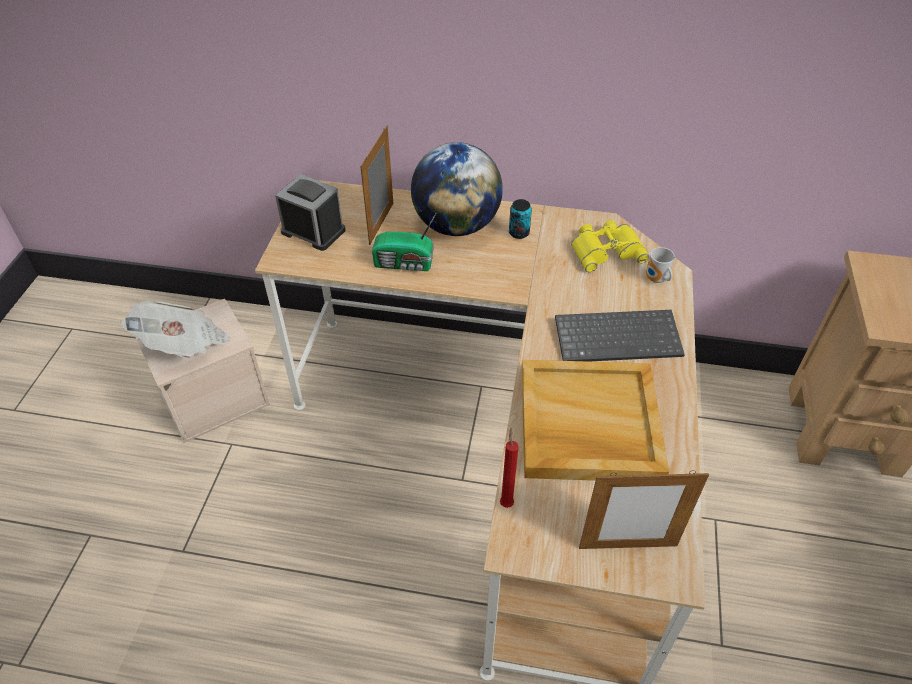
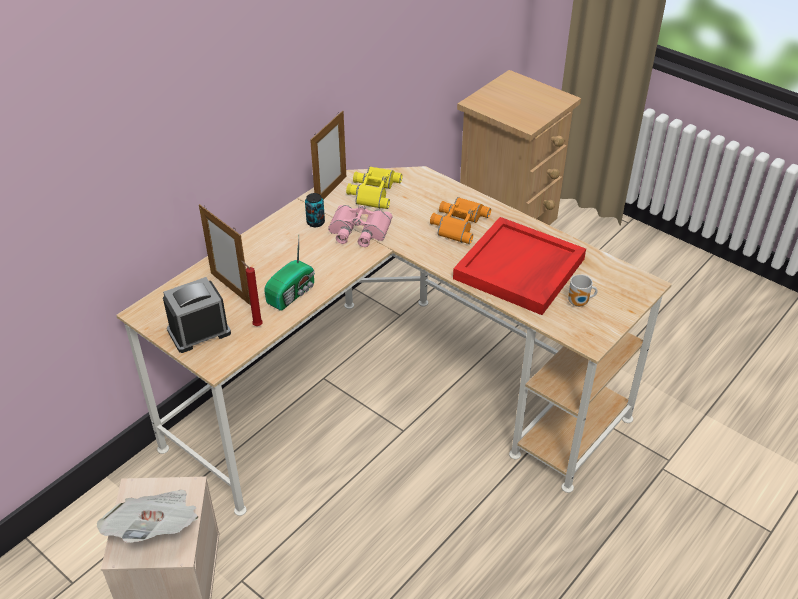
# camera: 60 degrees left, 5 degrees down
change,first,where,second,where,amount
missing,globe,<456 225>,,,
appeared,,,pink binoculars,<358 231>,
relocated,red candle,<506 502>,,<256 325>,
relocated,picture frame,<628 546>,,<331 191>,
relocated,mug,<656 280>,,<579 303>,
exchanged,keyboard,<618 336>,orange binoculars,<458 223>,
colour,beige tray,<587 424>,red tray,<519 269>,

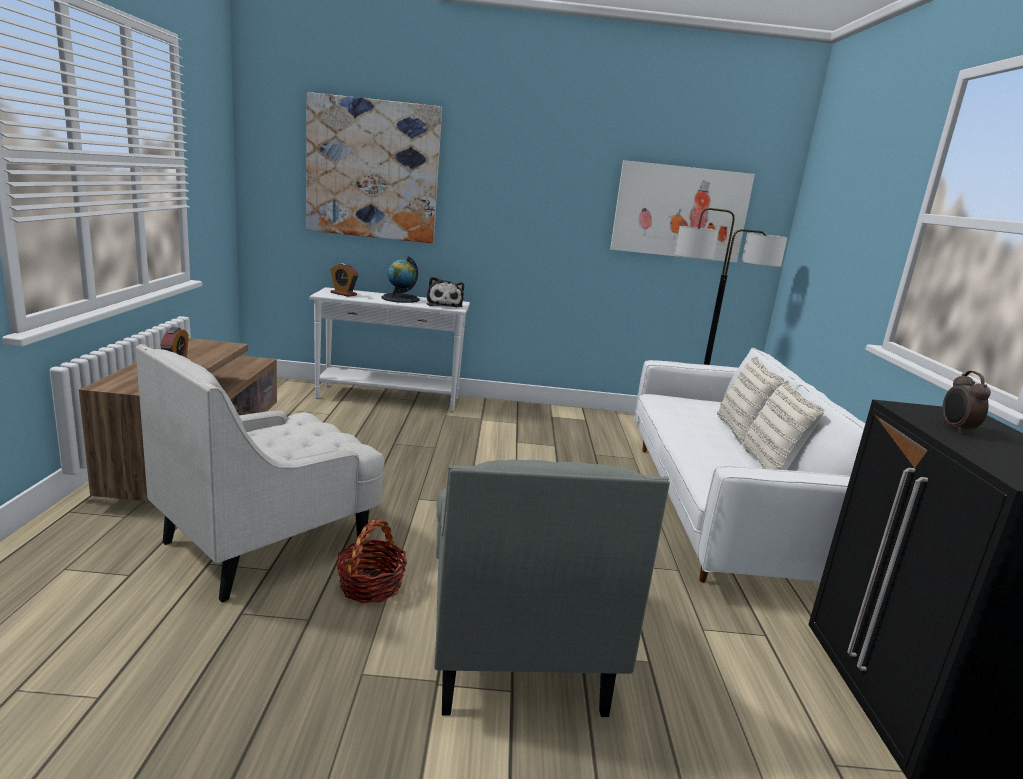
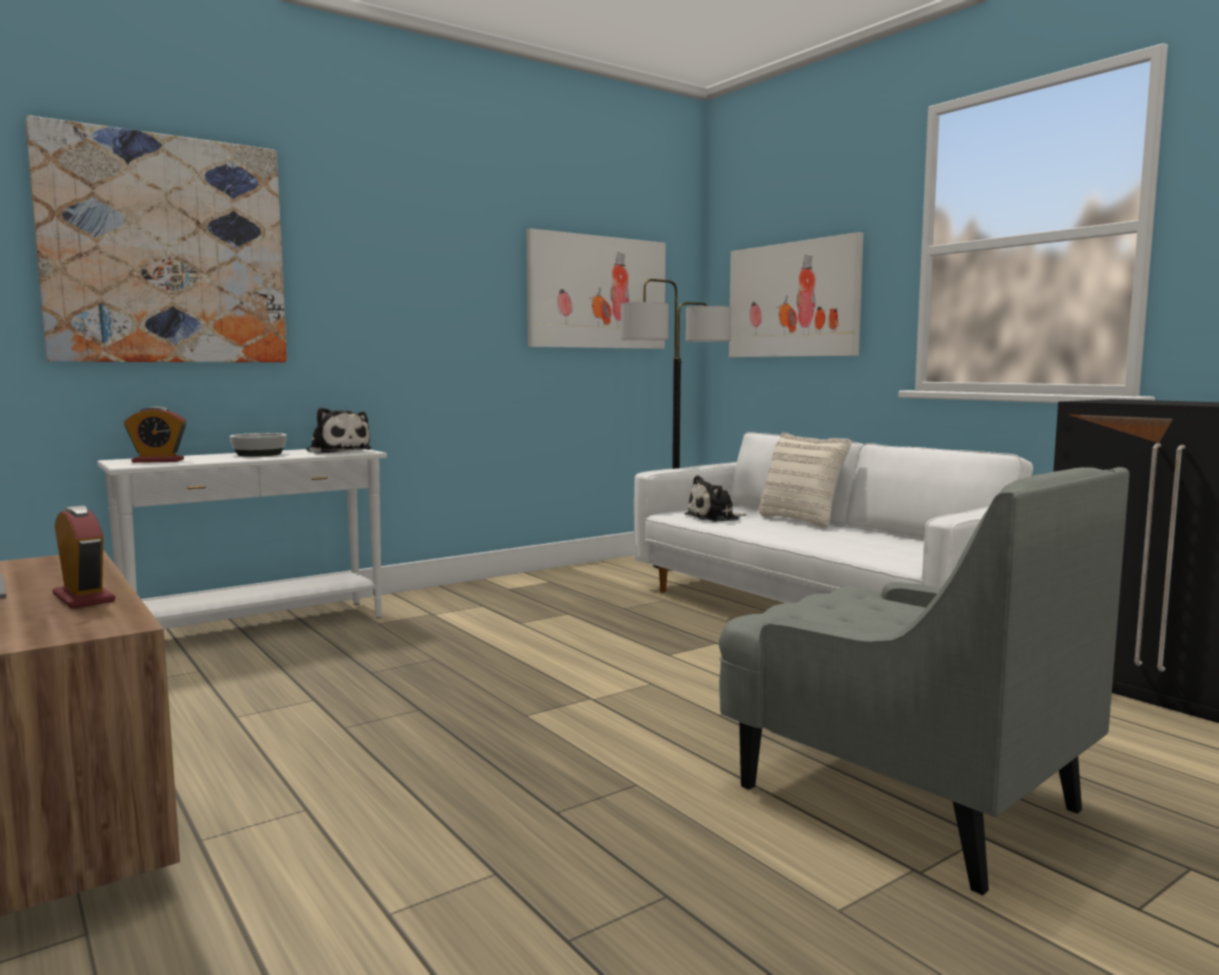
# camera: 35 degrees left, 10 degrees down
change,first,where,second,where,amount
missing,white armchair,<269 542>,,,
missing,basket,<371 586>,,,
missing,beige pillow,<771 467>,,,
missing,alarm clock,<956 429>,,,
appeared,,,plush toy,<715 518>,
appeared,,,picture,<793 300>,
exchanged,globe,<400 298>,bowl,<259 454>,

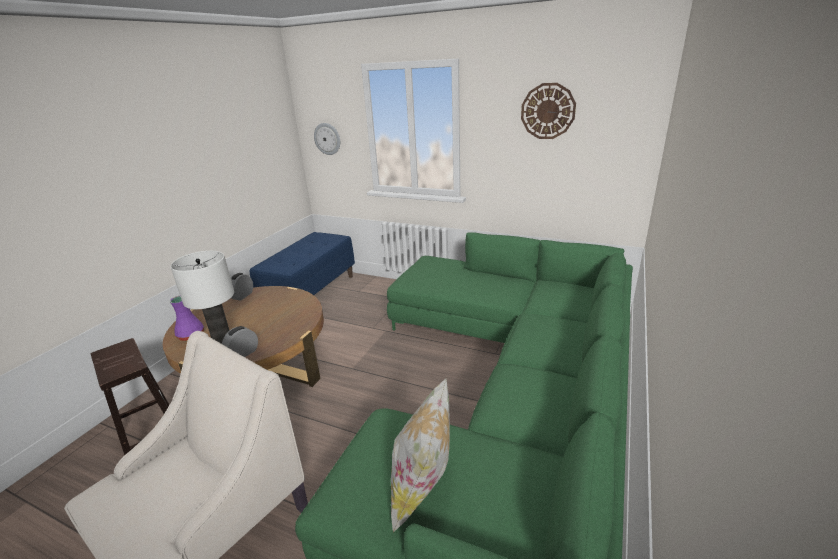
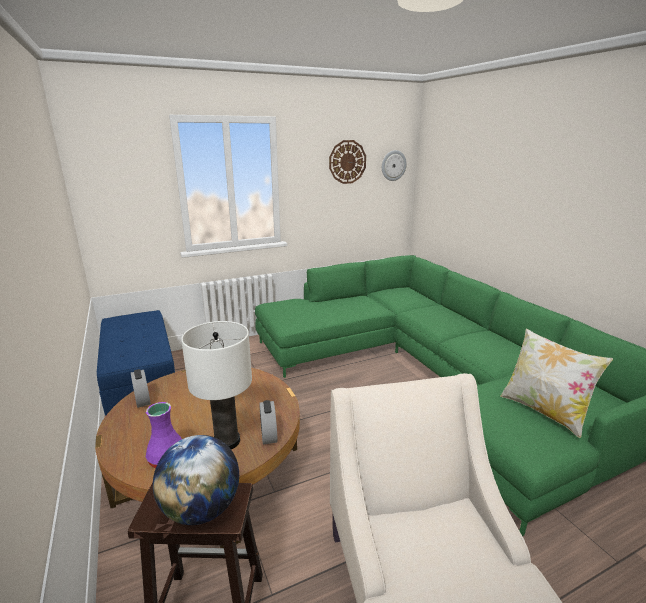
# camera: 50 degrees left, 5 degrees down
change,first,where,second,where,amount
appeared,,,globe,<201 509>,
relocated,wall clock,<327 139>,,<393 165>,

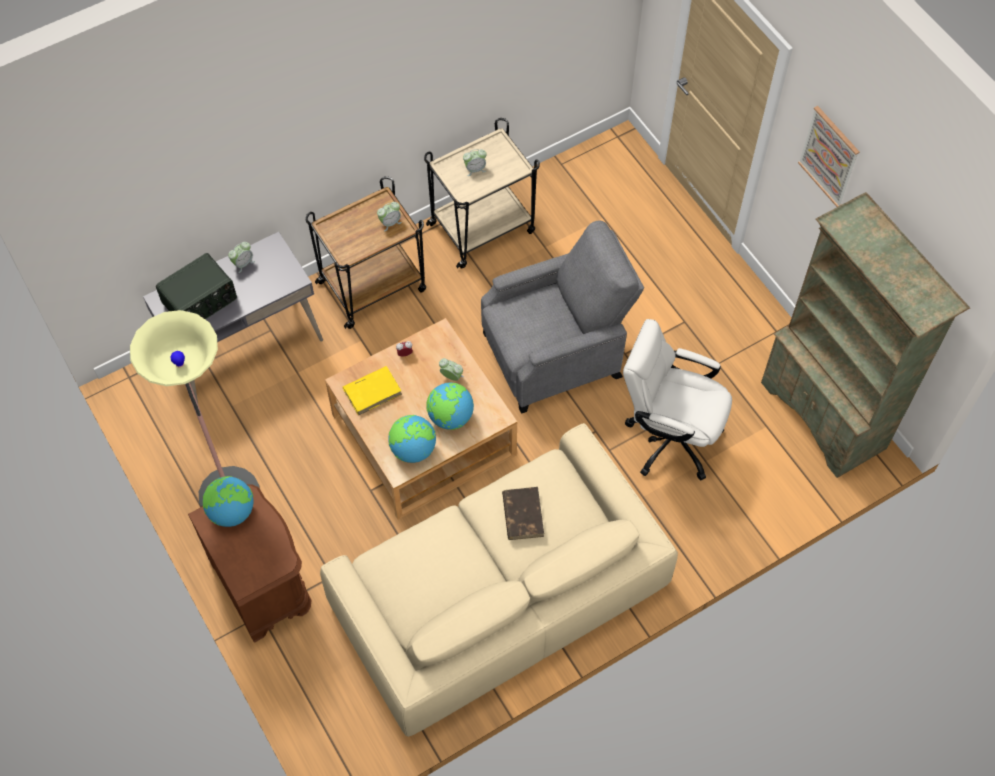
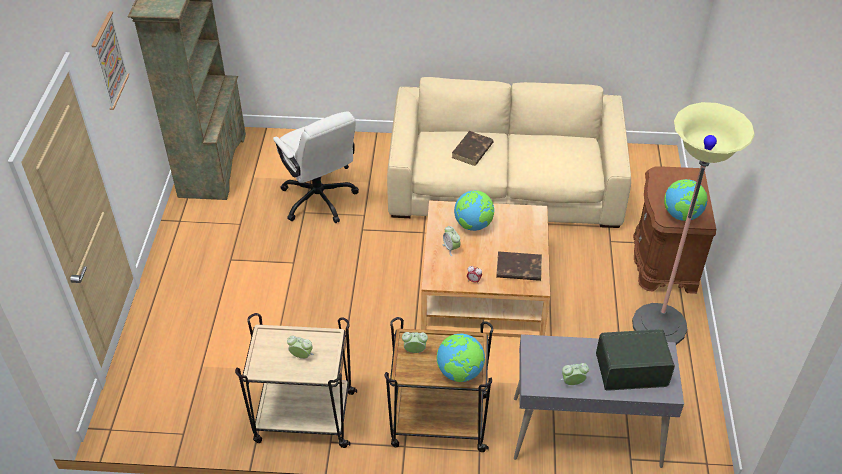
# camera: 145 degrees left, 15 degrees down
change,first,where,second,where,amount
missing,grey armchair,<557 353>,,,
relocated,globe,<413 449>,,<460 372>,
colour,yellow book,<372 391>,brown book,<518 268>,

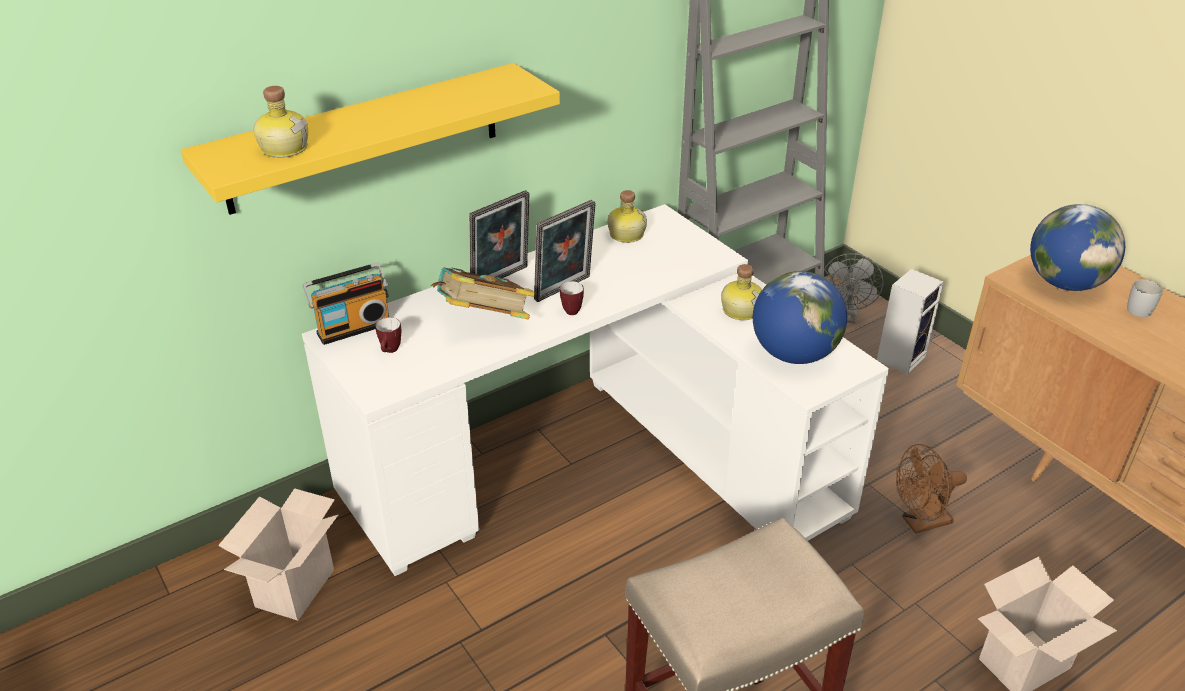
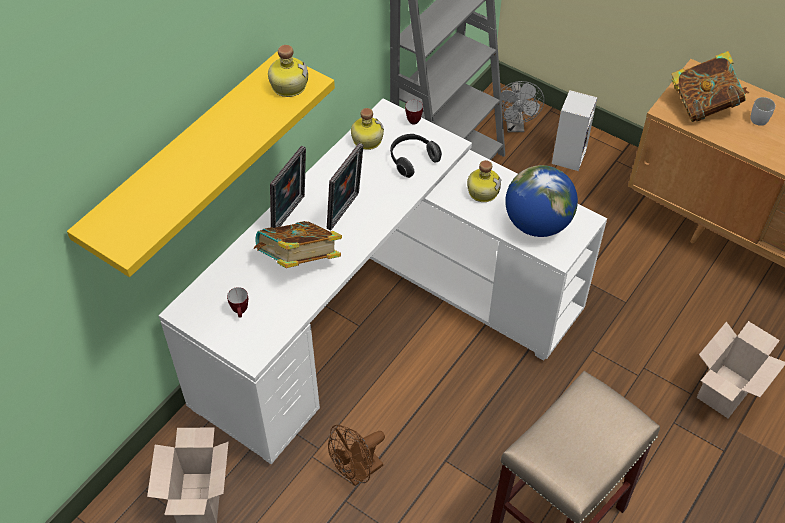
# camera: 20 degrees left, 15 degrees up
change,first,where,second,where,amount
missing,radio,<353 327>,,,
appeared,,,headphones,<412 160>,
relocated,bottle,<284 147>,,<288 85>,
relocated,mug,<572 310>,,<412 119>,
relocated,brown fan,<920 523>,,<358 473>,
exchanged,globe,<1065 283>,book,<703 105>,

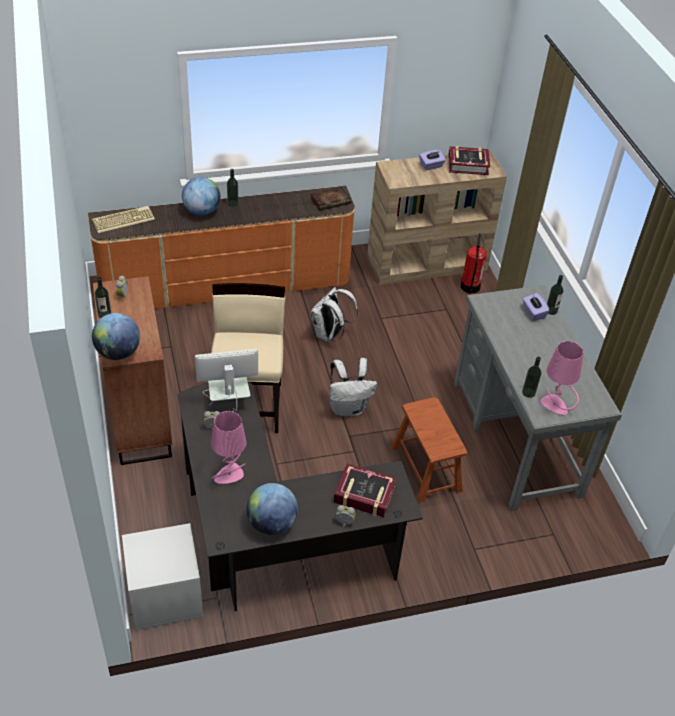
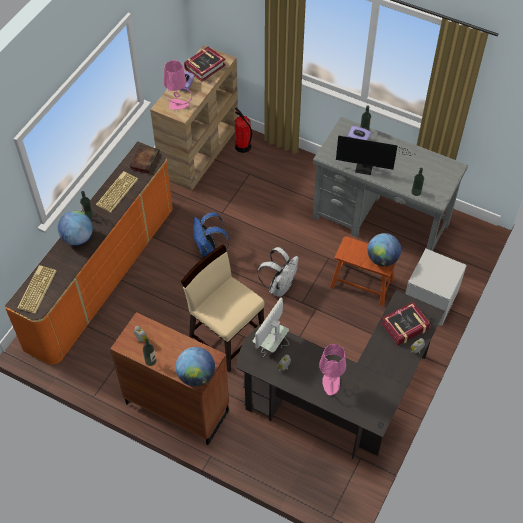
# camera: 45 degrees left, 10 degrees up
change,first,where,second,where,amount
appeared,,,keyboard,<116 191>,
appeared,,,monitor,<367 169>,
relocated,white nightstand,<165 598>,,<430 301>,
relocated,globe,<272 523>,,<382 259>,
relocated,pink table lamp,<555 405>,,<178 105>,
colour,white backpack,<330 335>,blue backpack,<209 250>,

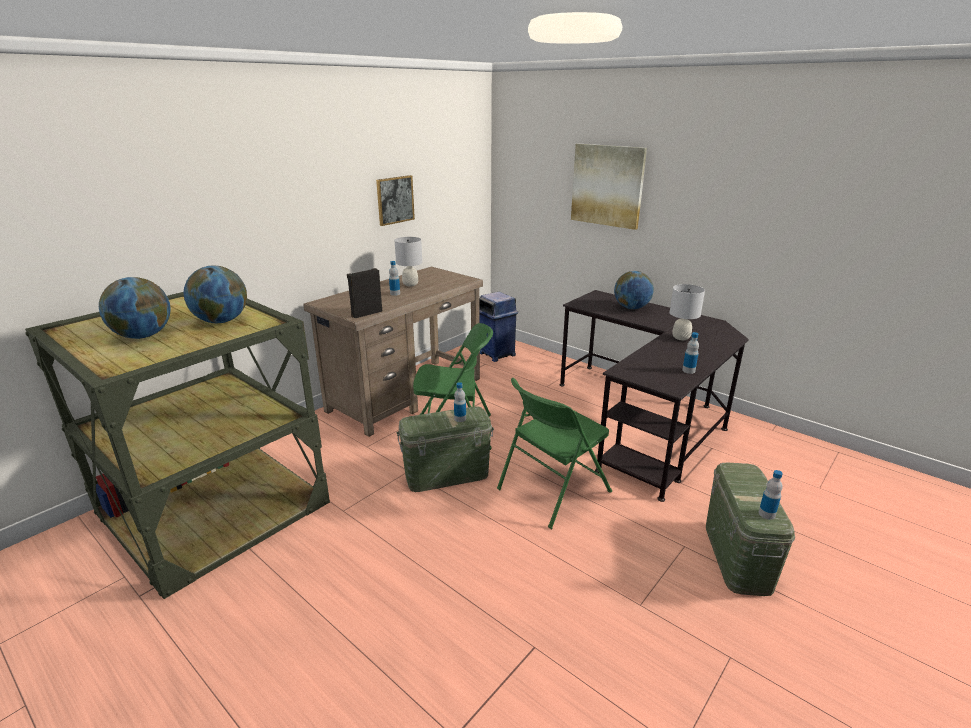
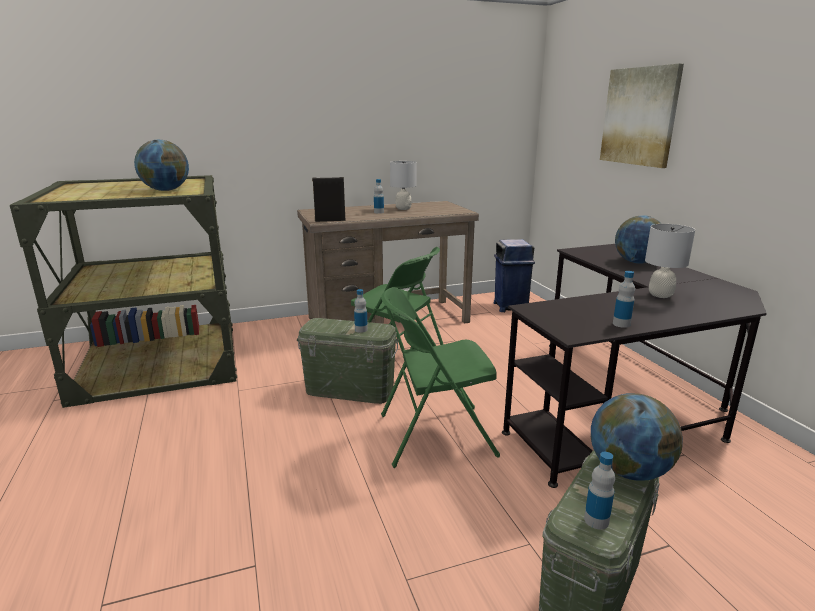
# camera: 30 degrees right, 5 degrees down
change,first,where,second,where,amount
missing,picture,<395 200>,,,
relocated,globe,<143 336>,,<628 471>,

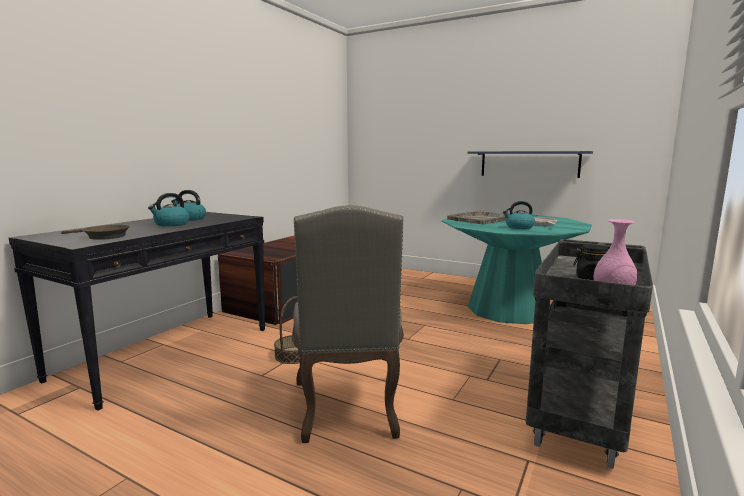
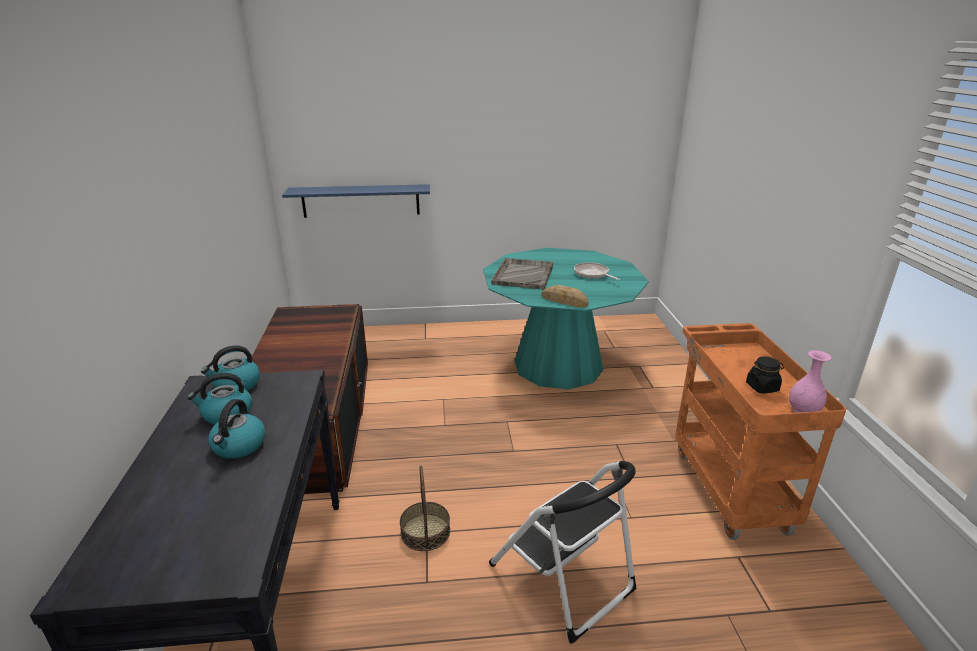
# camera: 35 degrees left, 15 degrees up
change,first,where,second,where,amount
missing,brown frying pan,<103 236>,,,
appeared,,,bread,<564 300>,
relocated,blue shelf,<529 164>,,<361 201>,
relocated,kettle,<519 227>,,<236 385>,
exchanged,grey chair,<348 409>,step ladder,<564 580>,
colour,black cart,<579 415>,orange cart,<726 487>,

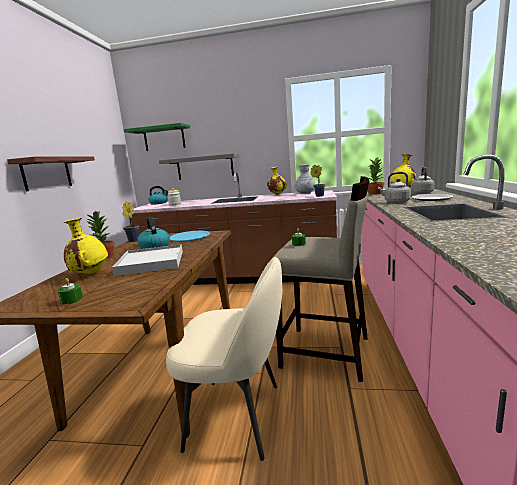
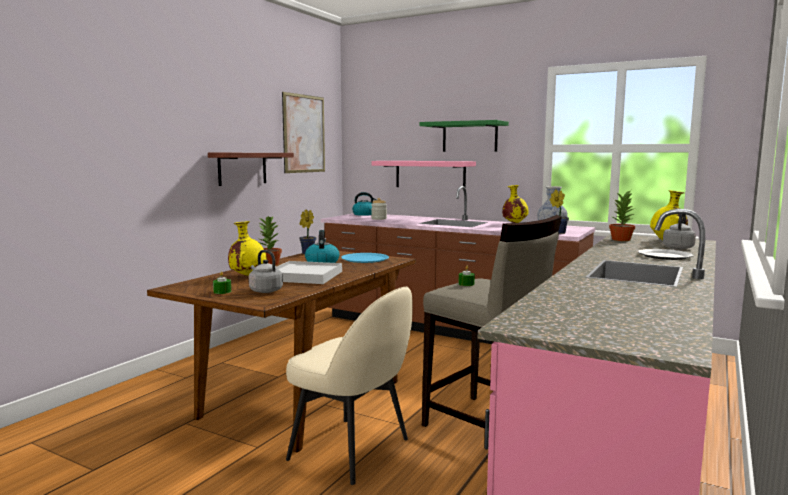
# camera: 20 degrees right, 5 degrees down
change,first,where,second,where,amount
appeared,,,picture,<304 134>,
relocated,green shelf,<164 138>,,<469 137>,
relocated,grey kettle,<395 202>,,<265 290>,
colour,grey shelf,<205 167>,pink shelf,<430 174>,

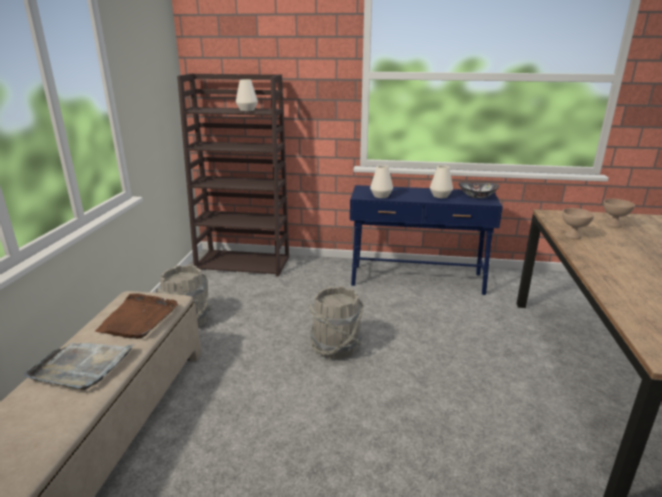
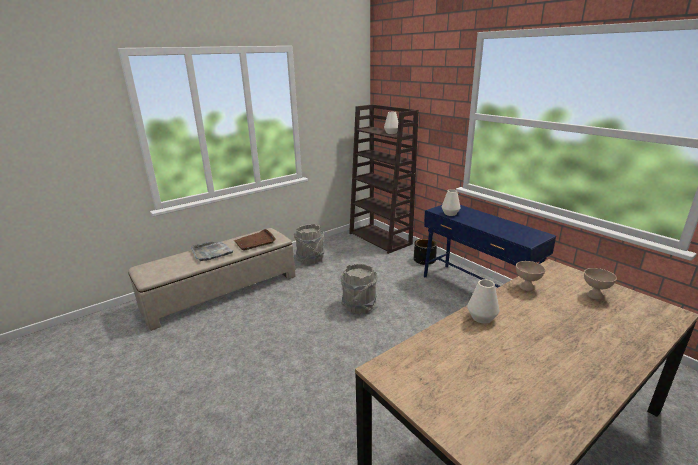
# camera: 45 degrees right, 0 degrees up
change,first,where,second,where,amount
missing,bowl,<477 197>,,,
appeared,,,black planter,<424 260>,
relocated,white vase,<440 196>,,<481 317>,

